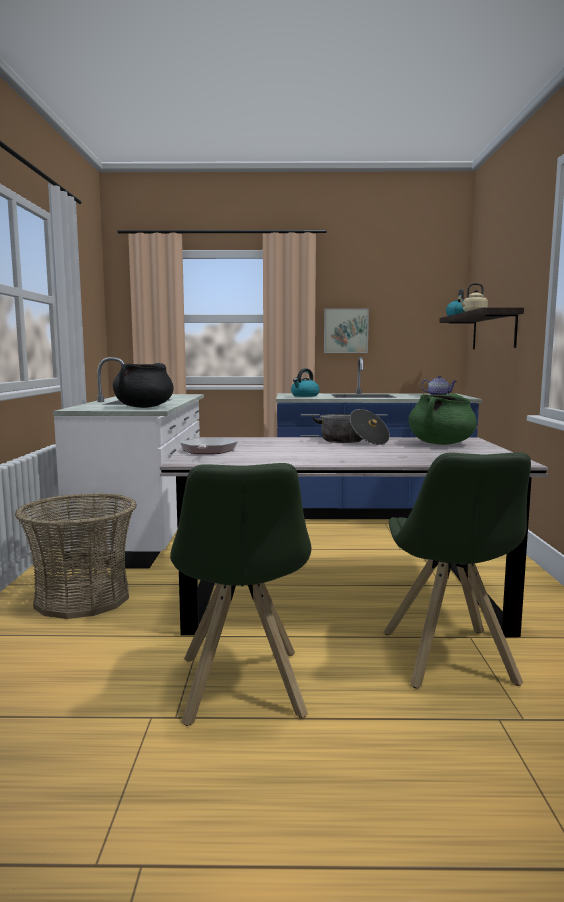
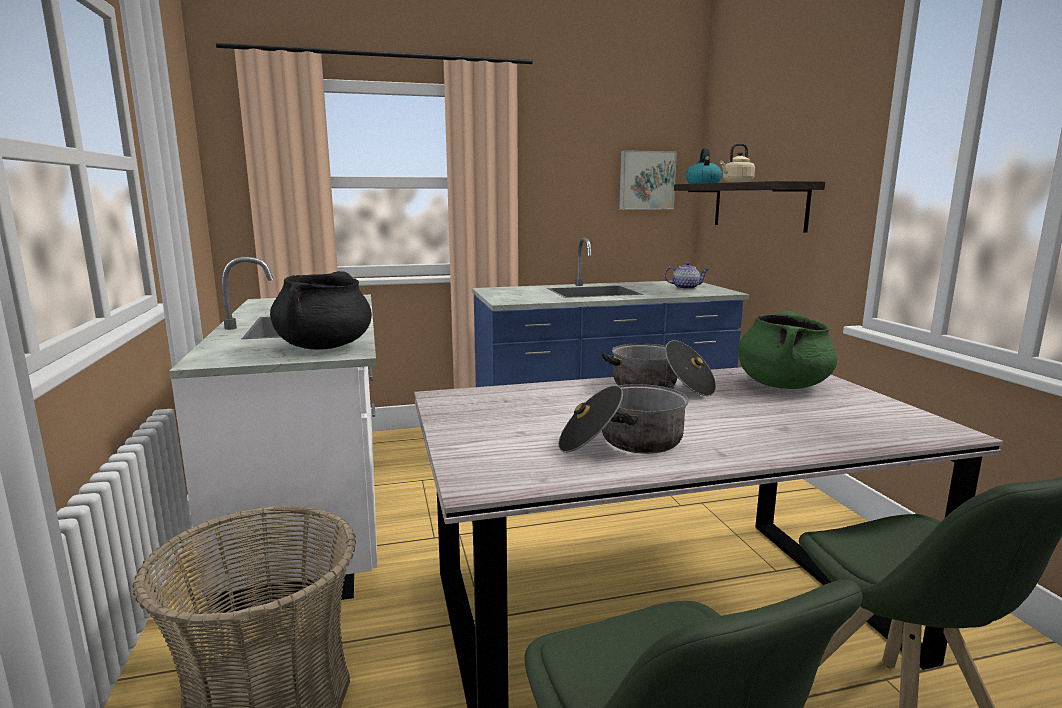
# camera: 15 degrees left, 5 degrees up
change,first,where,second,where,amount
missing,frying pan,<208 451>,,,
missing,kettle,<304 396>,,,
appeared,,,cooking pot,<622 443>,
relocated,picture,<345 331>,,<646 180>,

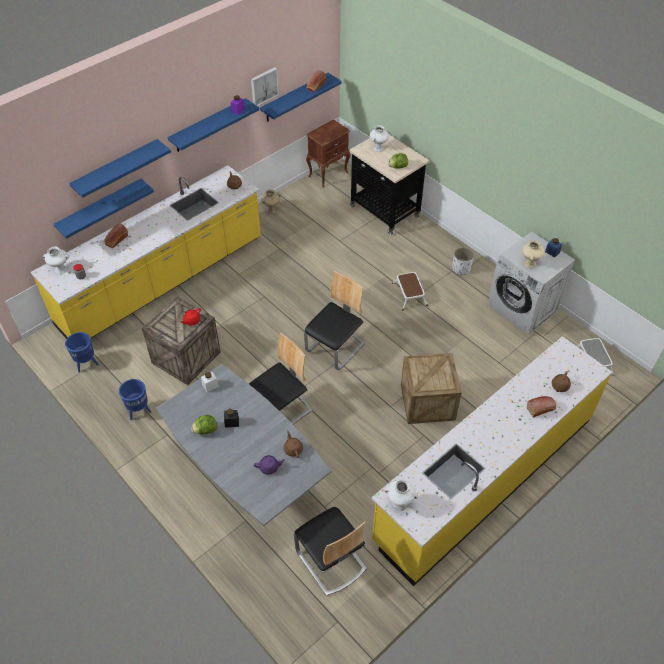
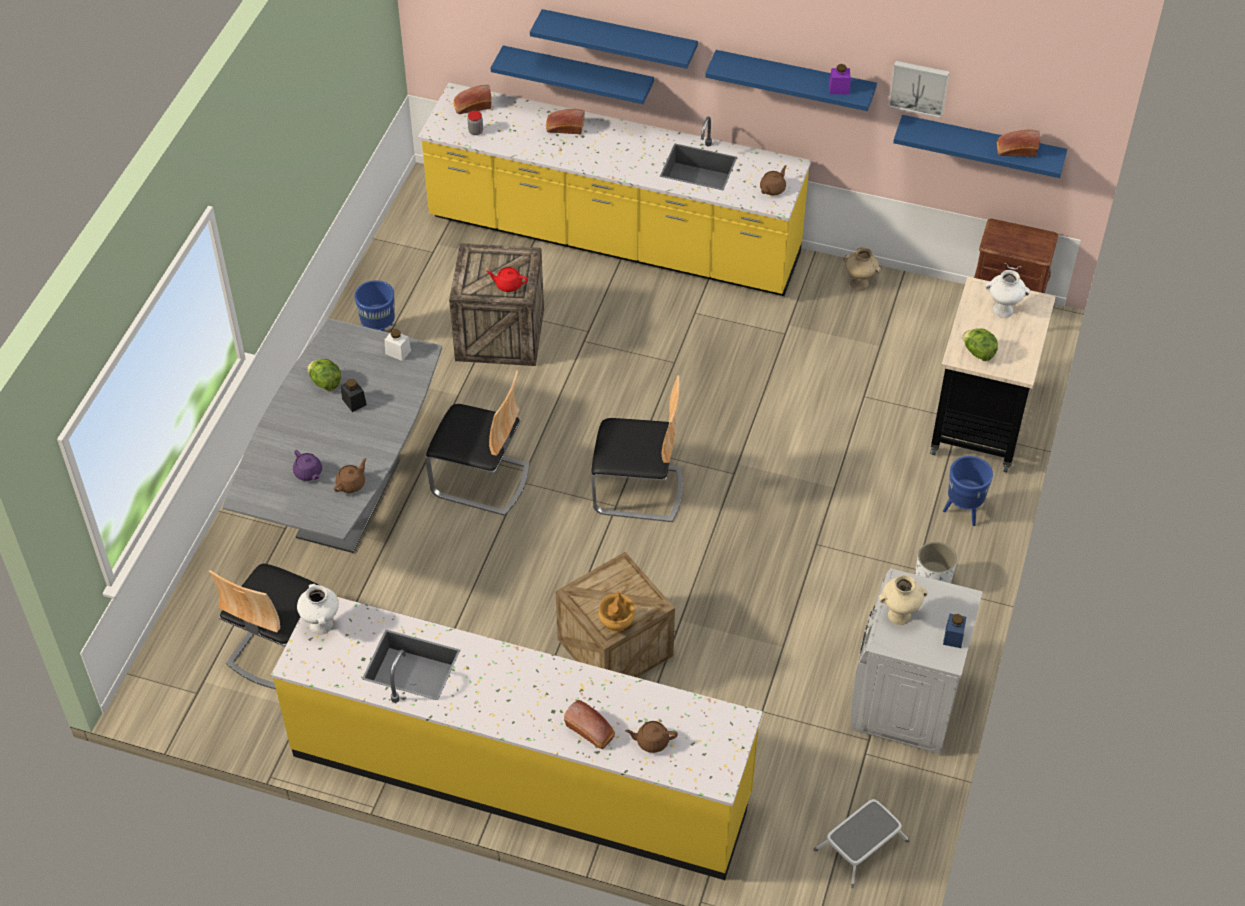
# camera: 60 degrees right, 0 degrees up
change,first,where,second,where,amount
missing,brown step ladder,<409 294>,,,
appeared,,,brown vase,<617 625>,
relocated,blue planter,<87 364>,,<962 512>,
exchanged,white vase,<60 270>,bread,<472 106>,

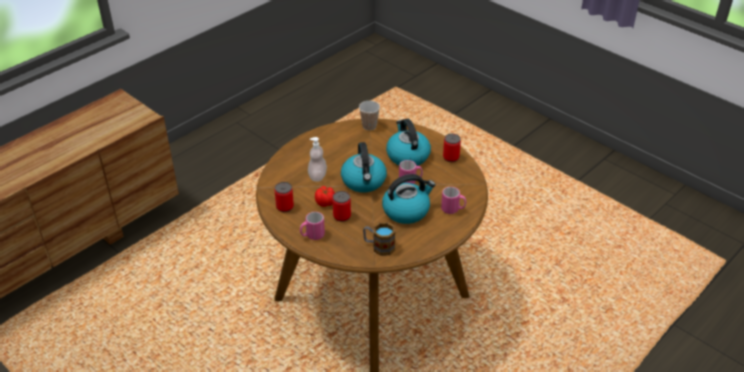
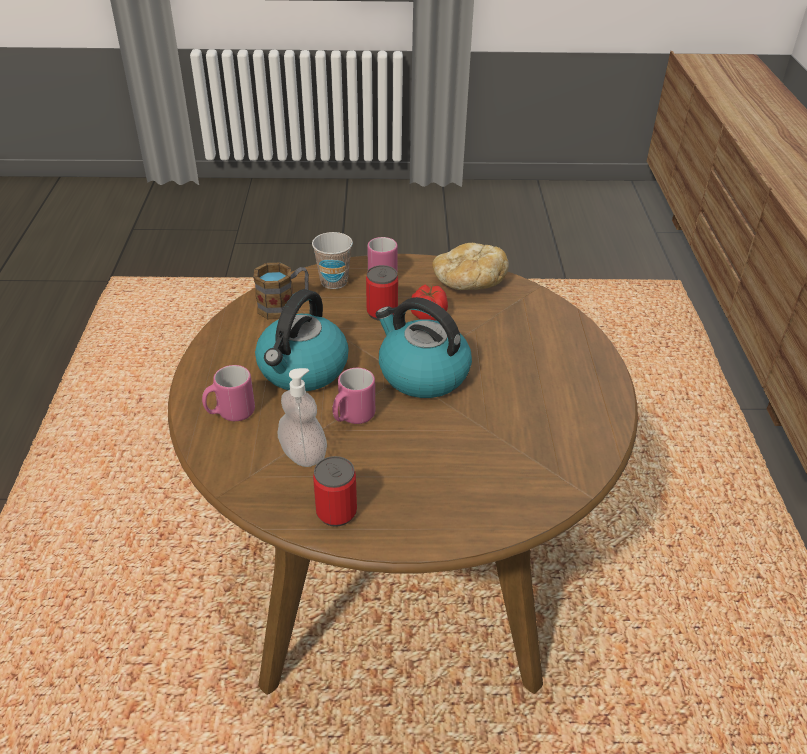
# camera: 135 degrees right, 0 degrees up
change,first,where,second,where,amount
missing,kettle,<407 156>,,,
relocated,soap dispenser,<317 176>,,<303 454>,
relocated,cup,<369 126>,,<334 281>,
exchanged,can,<285 207>,bread,<468 283>,

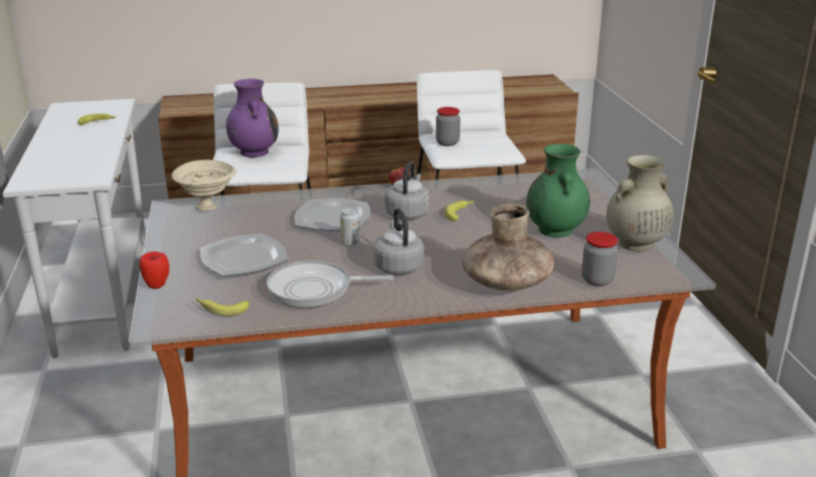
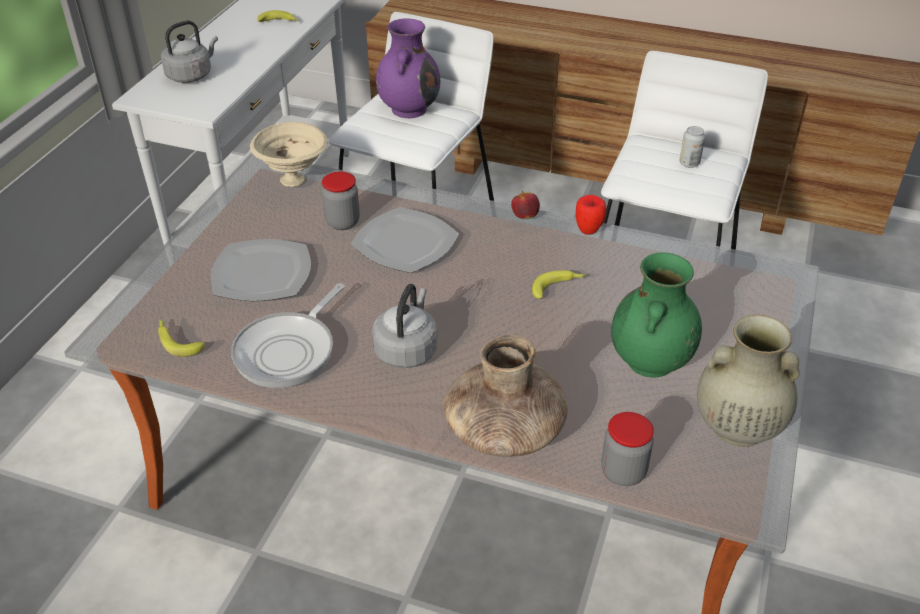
# camera: 30 degrees right, 15 degrees up
change,first,where,second,where,amount
relocated,apple,<157 285>,,<588 230>,
relocated,can,<350 243>,,<689 163>,
relocated,grey kettle,<408 213>,,<191 75>,
relocated,jar,<447 143>,,<342 222>,
spun,frying pan,<315 290>,,<289 351>,90 degrees counterclockwise

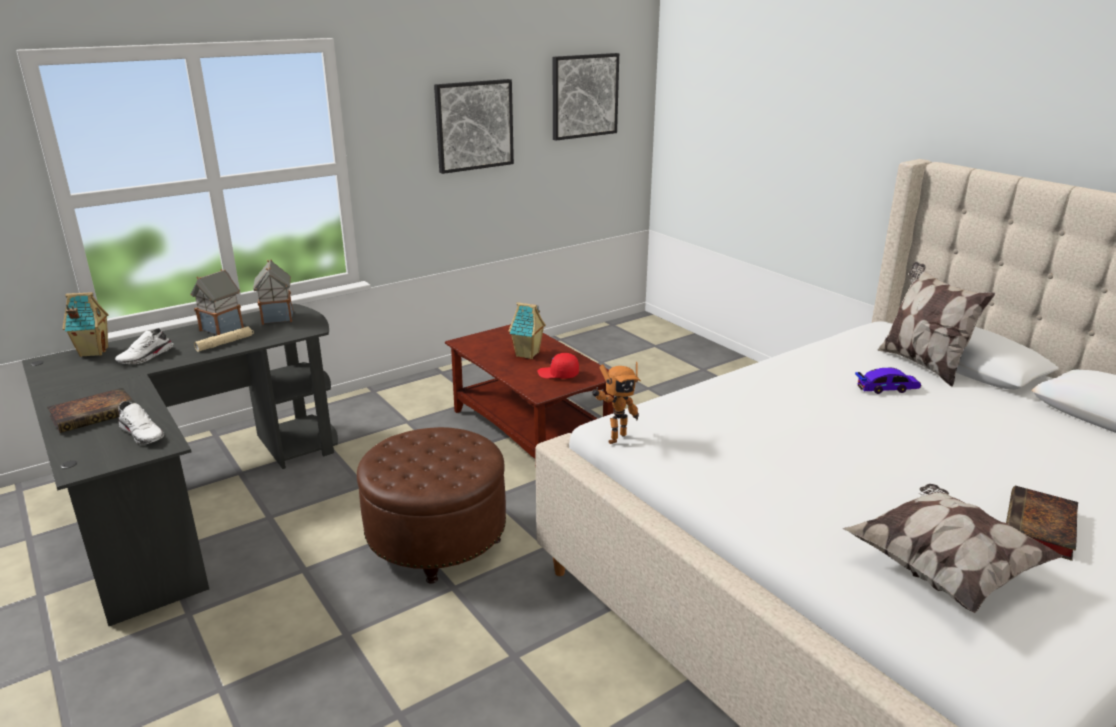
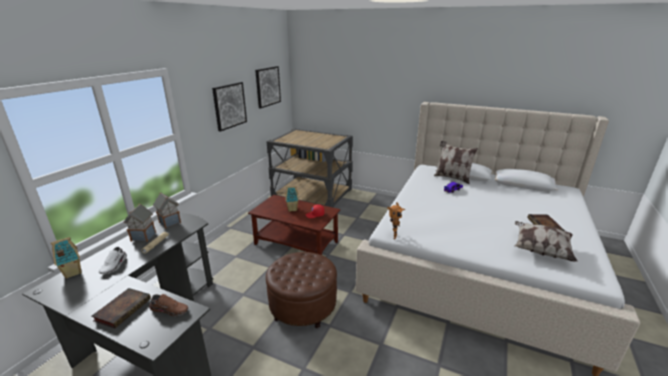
# camera: 30 degrees left, 0 degrees up
change,first,where,second,where,amount
appeared,,,bookcase,<312 193>,
colour,white shoe,<143 433>,brown shoe,<170 309>,

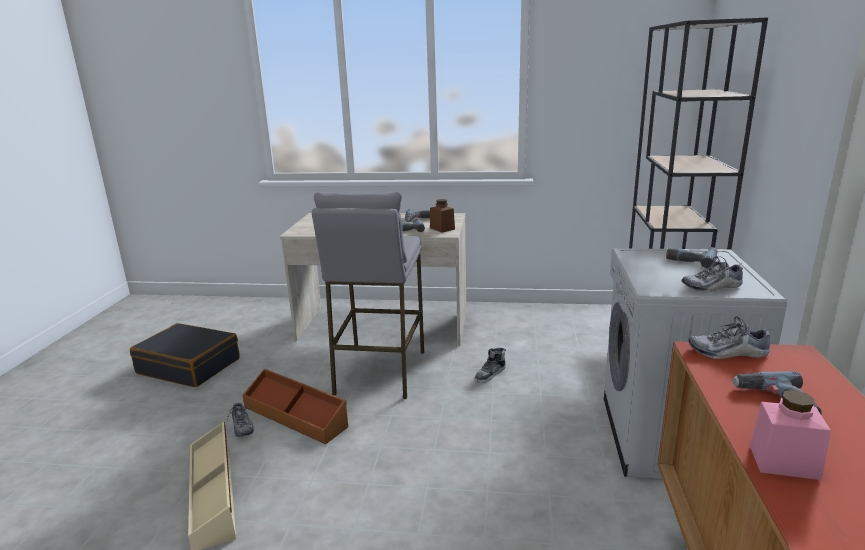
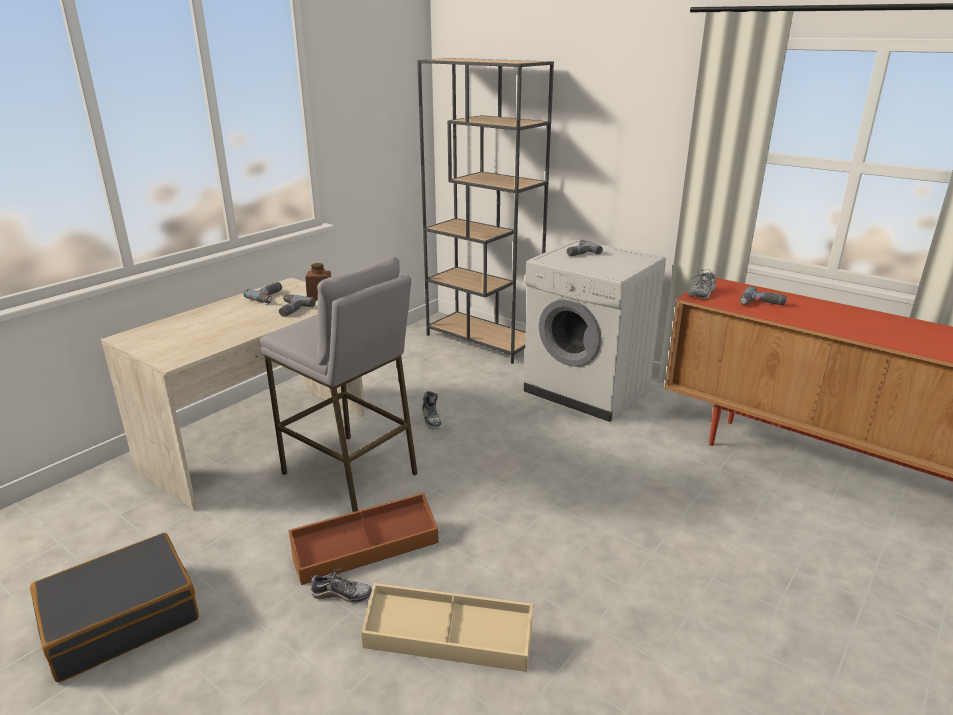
# camera: 60 degrees left, 5 degrees up
change,first,where,second,where,amount
missing,shoe,<712 287>,,,
missing,pink jar,<784 462>,,,

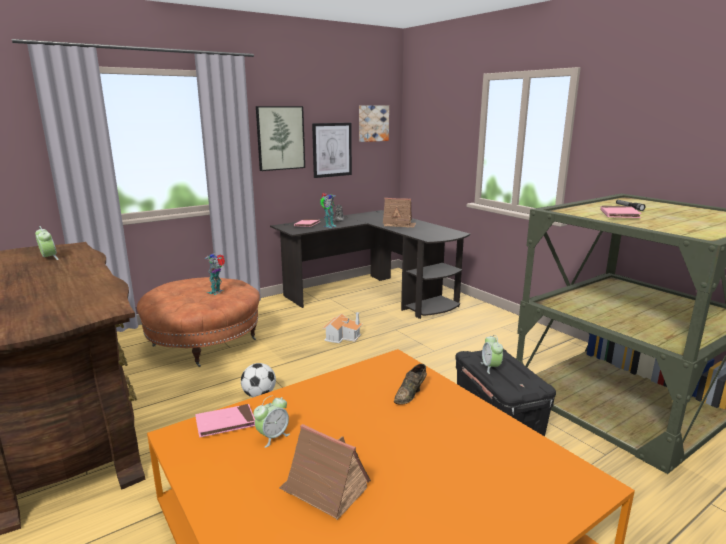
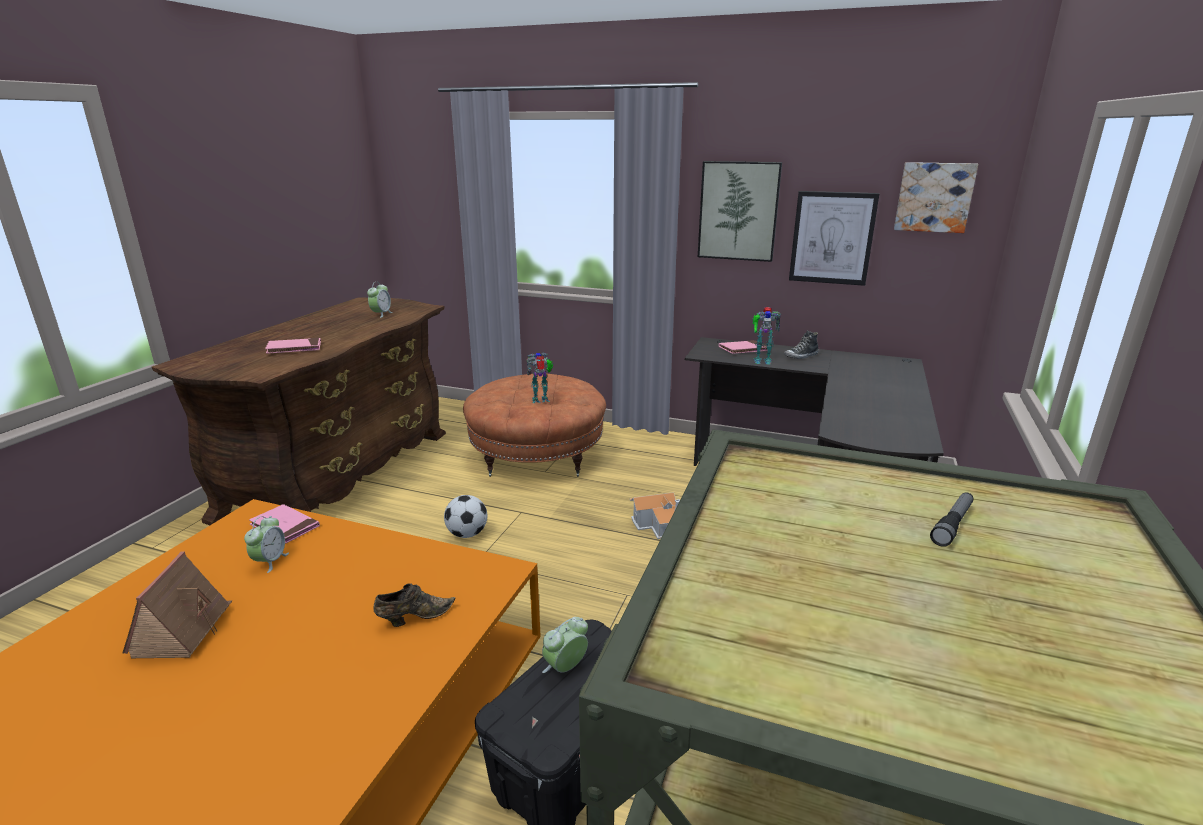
# camera: 55 degrees right, 5 degrees up
change,first,where,second,where,amount
missing,toy house,<399 224>,,,
relocated,pink book,<619 215>,,<294 348>,
spun,alarm clock,<273 437>,,<270 561>,90 degrees counterclockwise
spun,brown shoe,<411 394>,,<414 617>,150 degrees clockwise

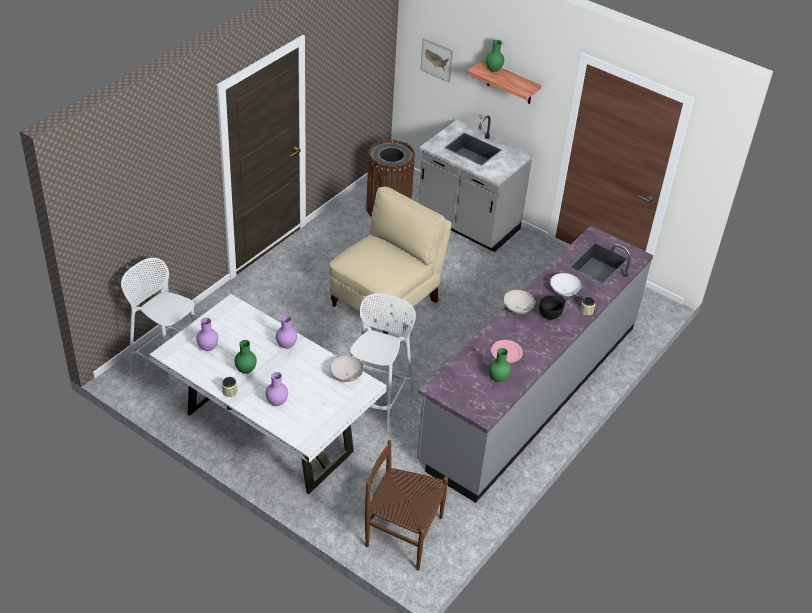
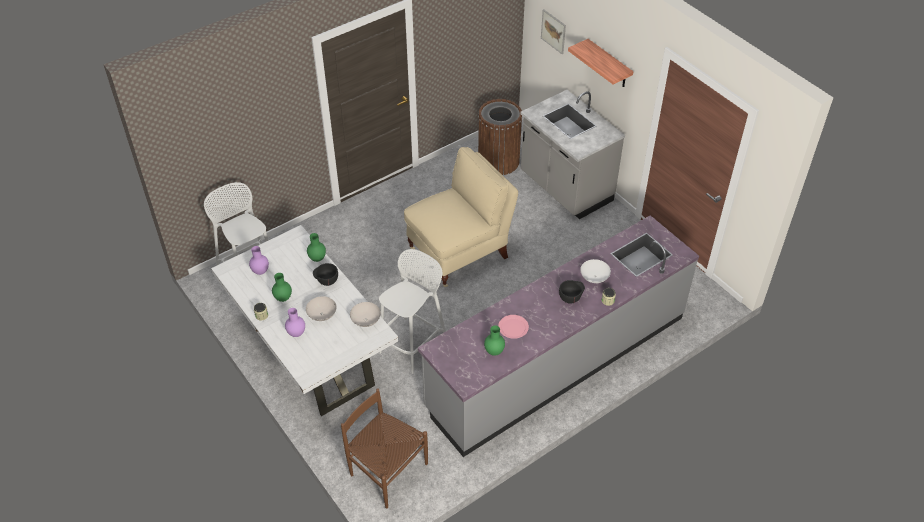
# camera: 20 degrees right, 5 degrees up
change,first,where,second,where,amount
relocated,green vase,<494 70>,,<318 259>,
relocated,white bowl,<518 309>,,<322 315>,
exchanged,purple vase,<286 346>,black bowl,<326 282>,

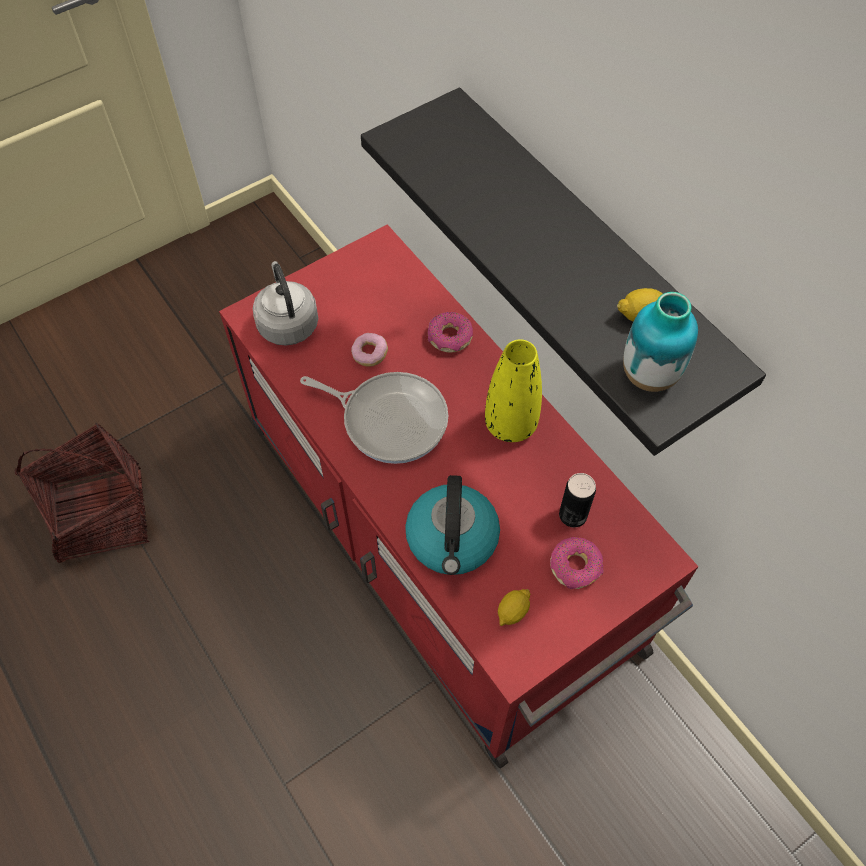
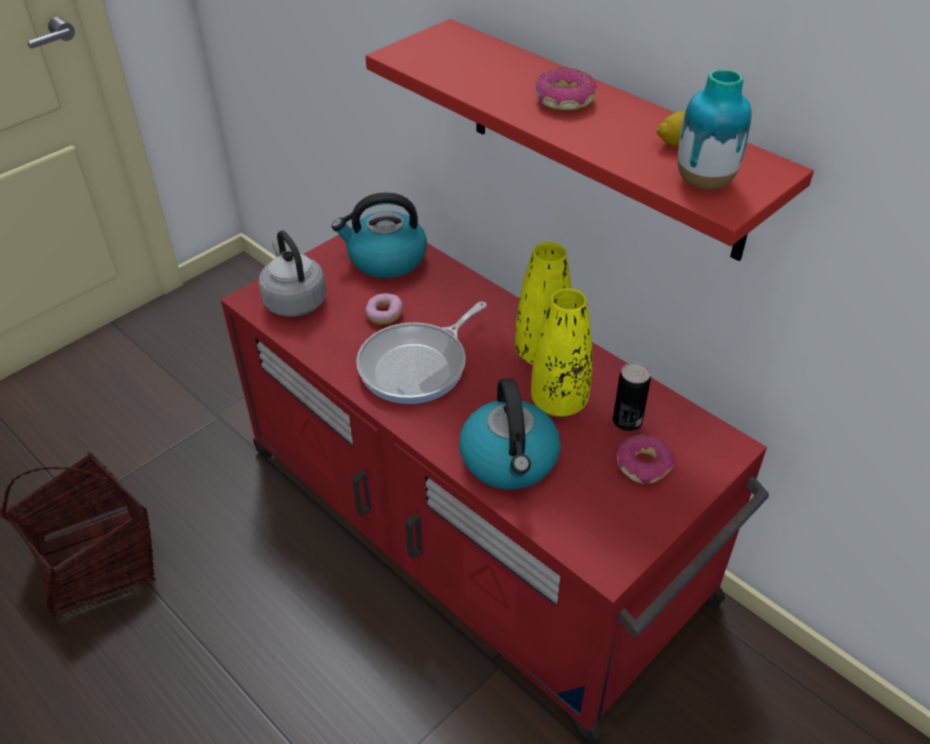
# camera: 10 degrees left, 15 degrees down
change,first,where,second,where,amount
missing,lemon,<512 612>,,,
appeared,,,kettle,<386 259>,
appeared,,,yellow vase,<559 402>,
relocated,donut,<449 337>,,<564 100>,
colour,black shelf,<588 257>,red shelf,<603 139>,
spun,frying pan,<390 419>,,<418 366>,120 degrees clockwise

